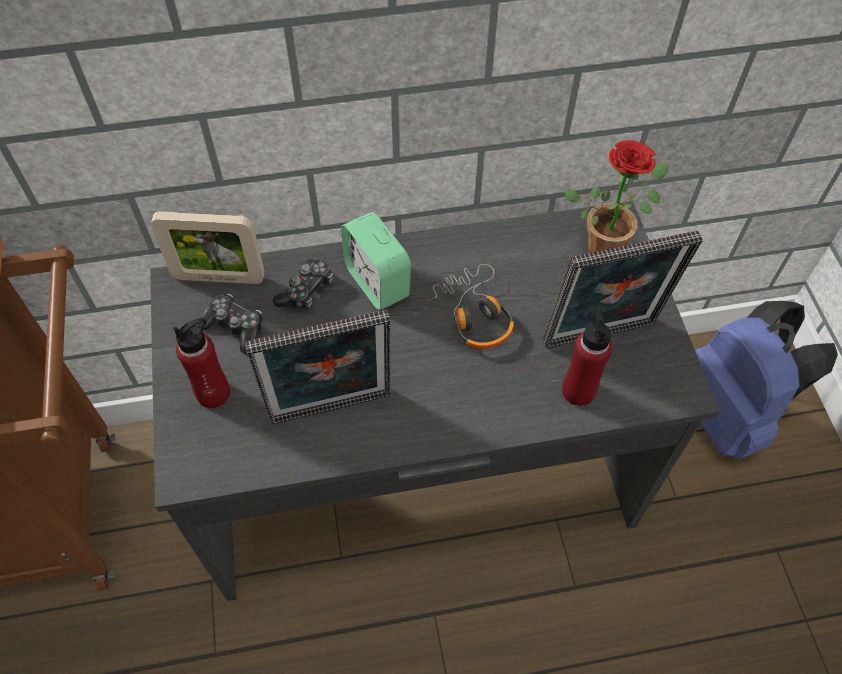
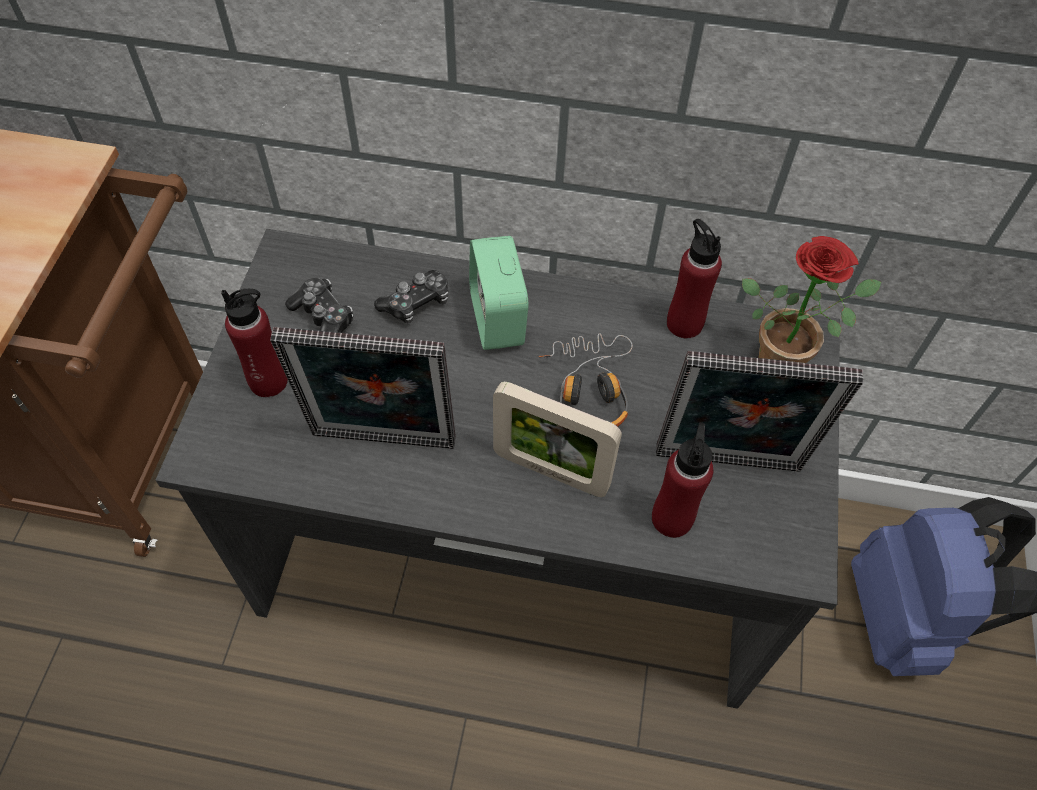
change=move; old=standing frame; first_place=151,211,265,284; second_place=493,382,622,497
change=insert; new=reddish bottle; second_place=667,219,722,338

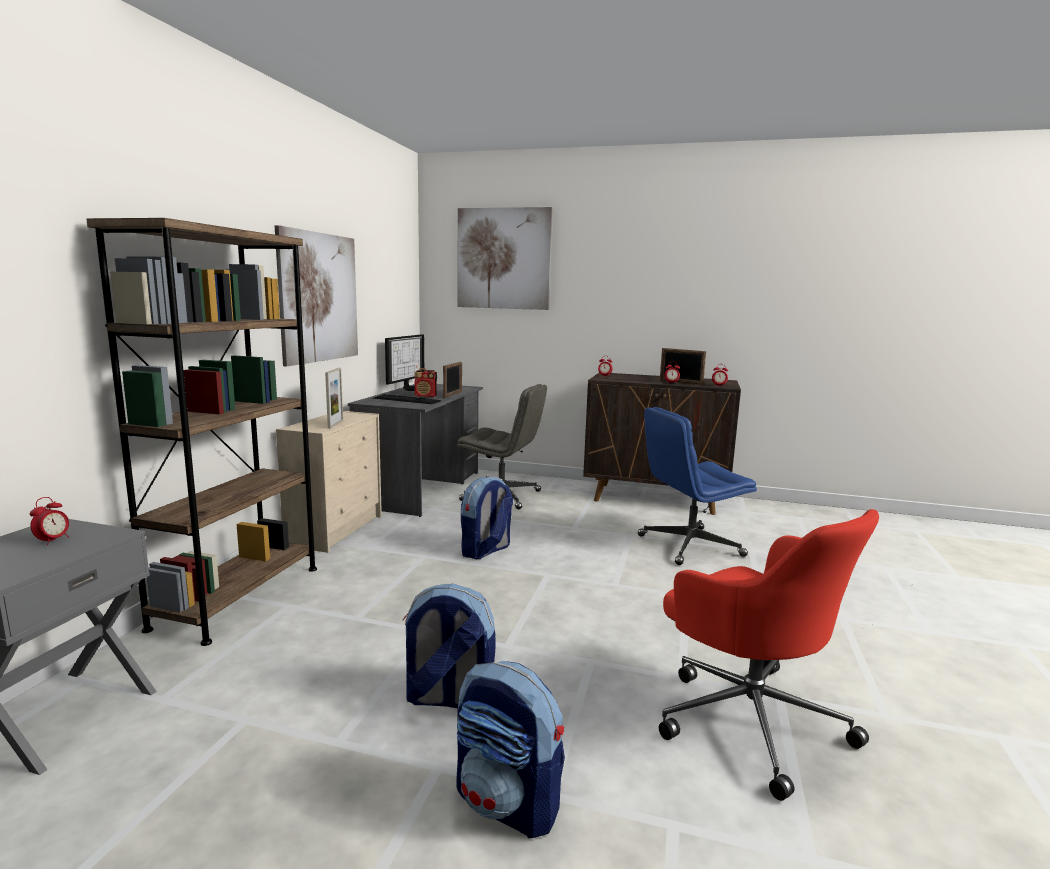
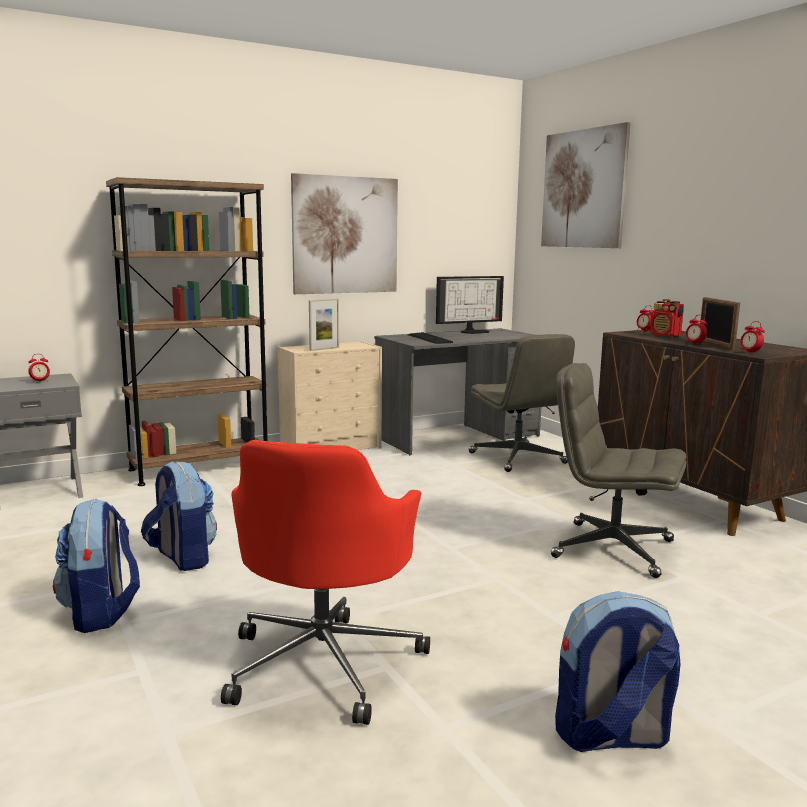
change=recolor; old=bluish desk chair; new=gray desk chair; first_place=637,407,757,565; second_place=551,363,686,578
change=move; old=rucksack; first_place=460,477,513,559; second_place=555,591,680,752
change=move; old=radio; first_place=415,368,437,397; second_place=650,299,684,337
change=delete; old=standing frame; first_place=443,362,462,398

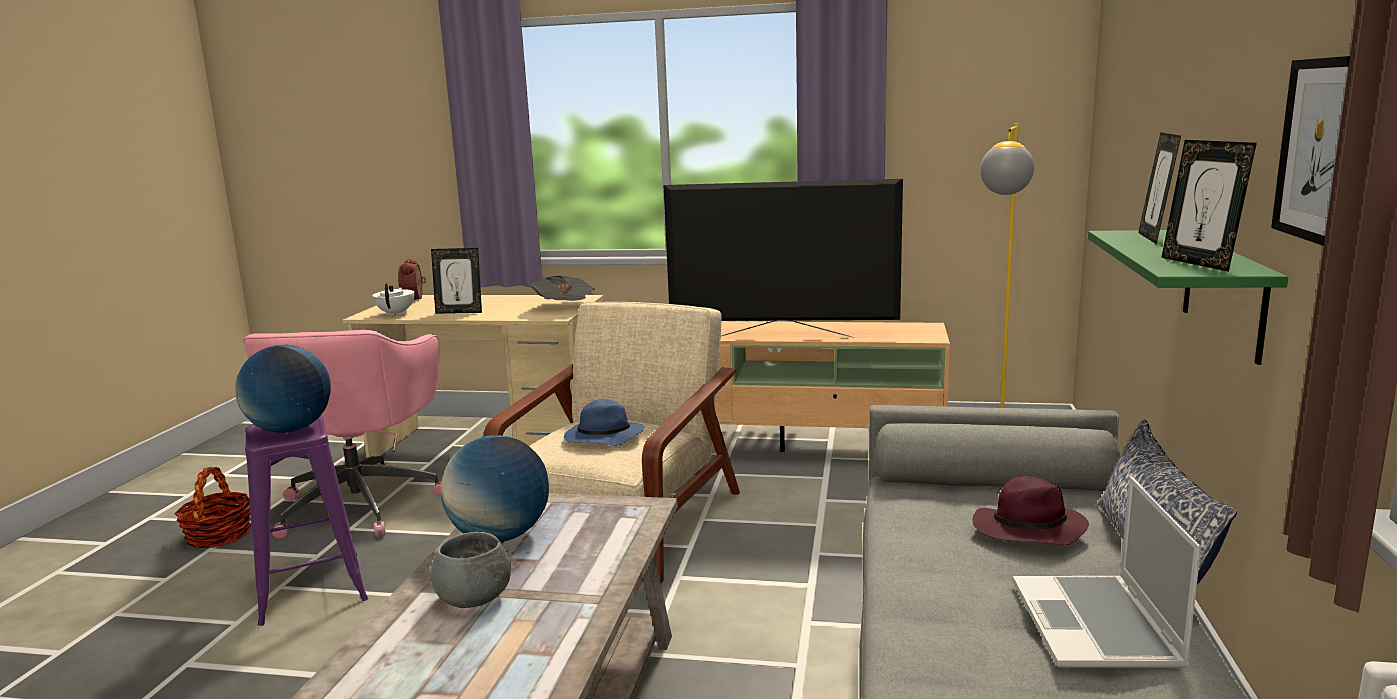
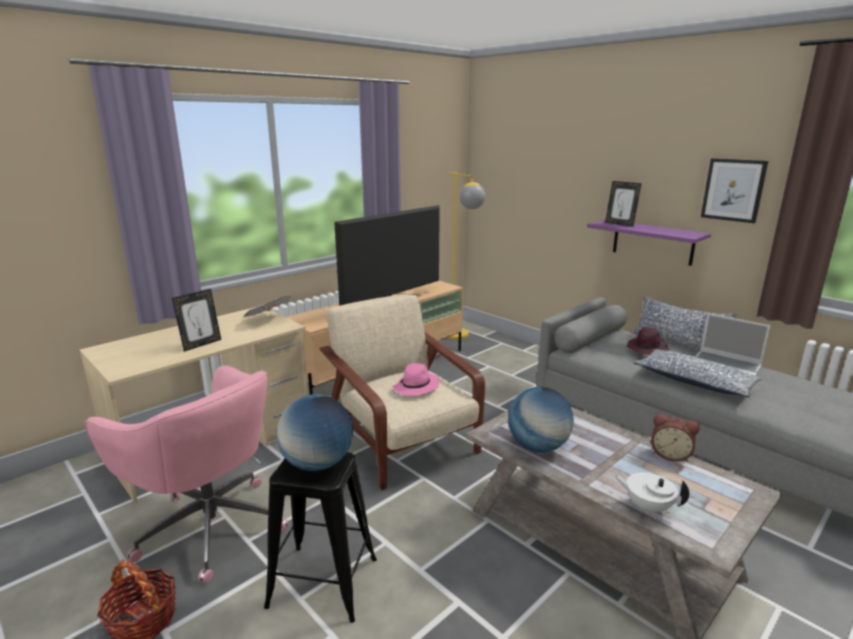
change=recolor; old=purple sitting stool; new=black-coloured sitting stool; first_place=245,415,368,626; second_place=264,452,377,623
change=recolor; old=bluish wearable hat; new=pinkish wearable hat; first_place=564,399,644,446; second_place=392,363,439,396
change=recolor; old=green-coloured shelf; new=purple shelf; first_place=1088,230,1288,365; second_place=587,220,711,266
change=move; old=white-coloured pot for tea; first_place=372,283,414,316; second_place=614,472,689,514
change=insert; new=cushion; second_place=633,349,762,398
change=move; old=table clock; first_place=398,258,426,300; second_place=651,414,700,462
change=delete; old=gray bowl; first_place=430,532,511,608
change=delete; old=standing frame; first_place=1161,140,1257,272

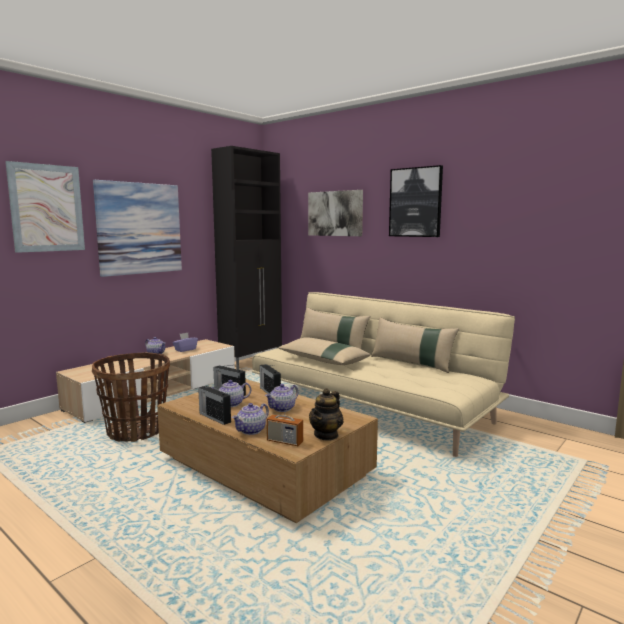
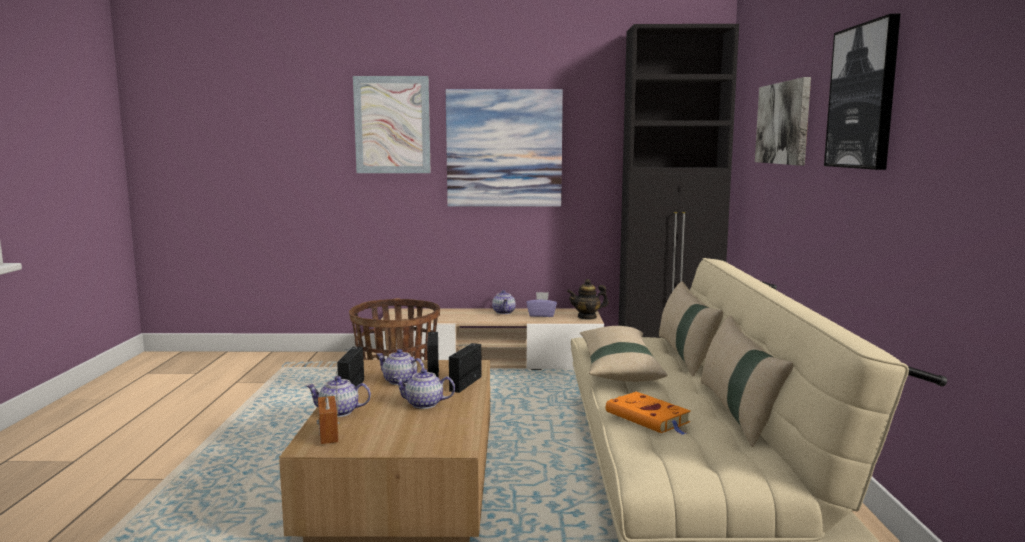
change=move; old=pot for tea; first_place=309,388,344,441; second_place=567,279,608,320
change=insert; new=orange-coloured book; second_place=606,391,691,435

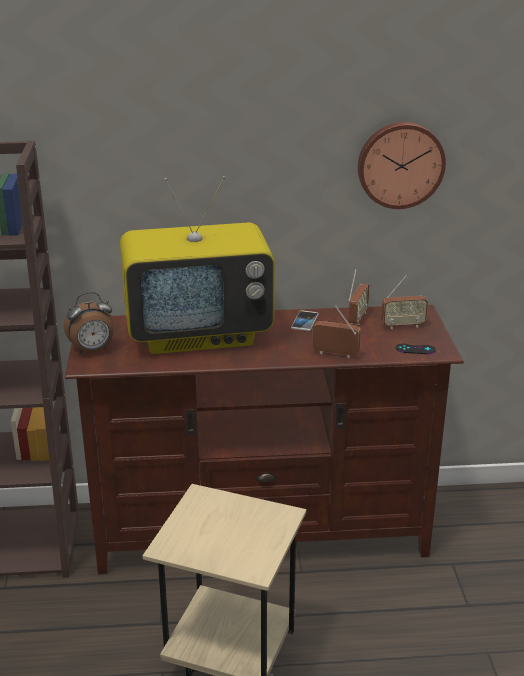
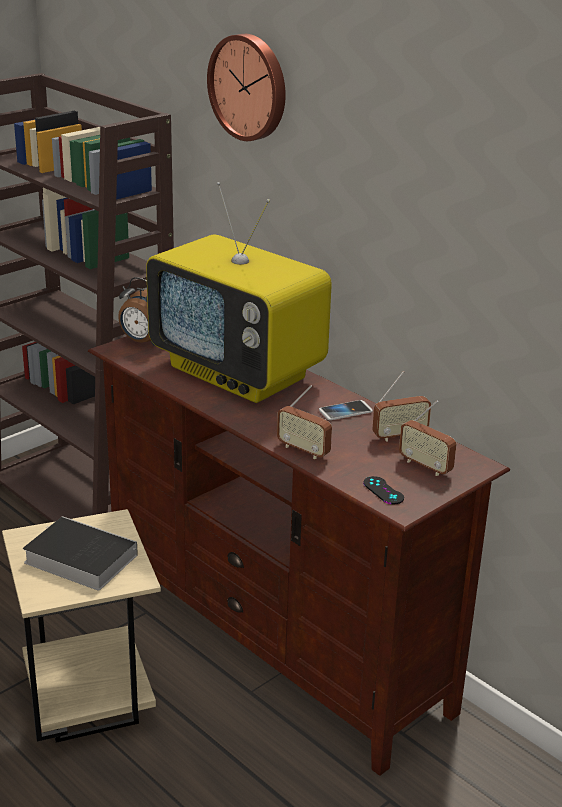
change=insert; new=book; second_place=23,516,138,590
change=move; old=hanging clock; first_place=358,122,446,209; second_place=207,34,286,141
change=rotate; old=radio; first_place=312,305,361,358; second_place=277,385,332,459; degrees=150

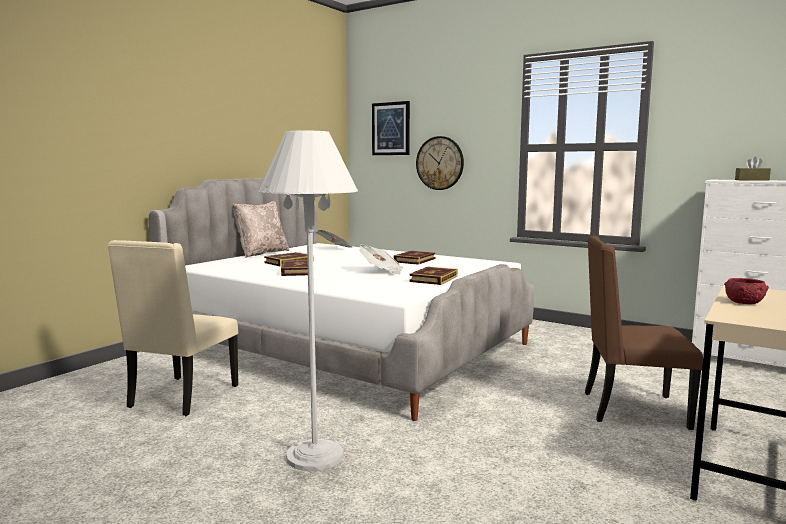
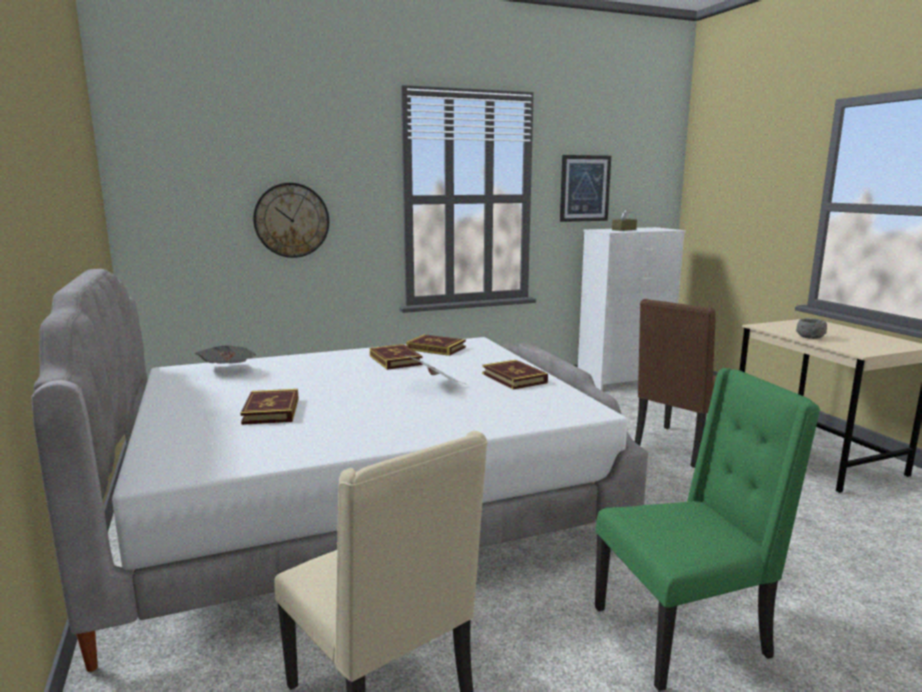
change=move; old=book; first_place=281,260,308,276; second_place=406,335,466,356
change=move; old=wall picture; first_place=372,101,410,155; second_place=560,155,611,222
change=replace; old=white-coloured floor lamp; new=green-coloured chair; first_place=258,131,358,471; second_place=595,368,820,691
change=recolor; old=reddish bowl; new=gray bowl; first_place=724,278,769,304; second_place=796,318,827,339
change=delete; old=sand-coloured cushion; first_place=233,201,289,258

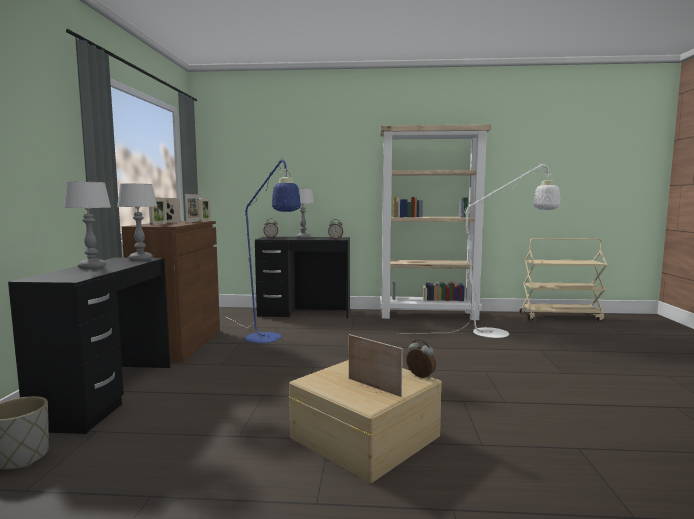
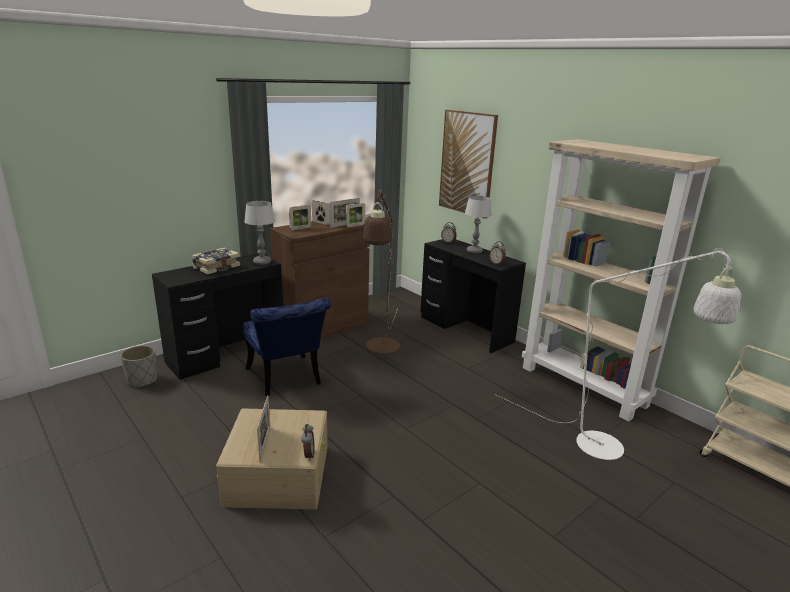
change=replace; old=tabletop lamp; new=book; first_place=63,182,111,269; second_place=191,247,240,275
change=insert; new=bluish chair; second_place=242,298,331,396
change=recolor; old=bluish floor lamp; new=brown-coloured floor lamp; first_place=226,158,301,343; second_place=363,189,400,354
change=insert; new=wall picture; second_place=439,110,498,219

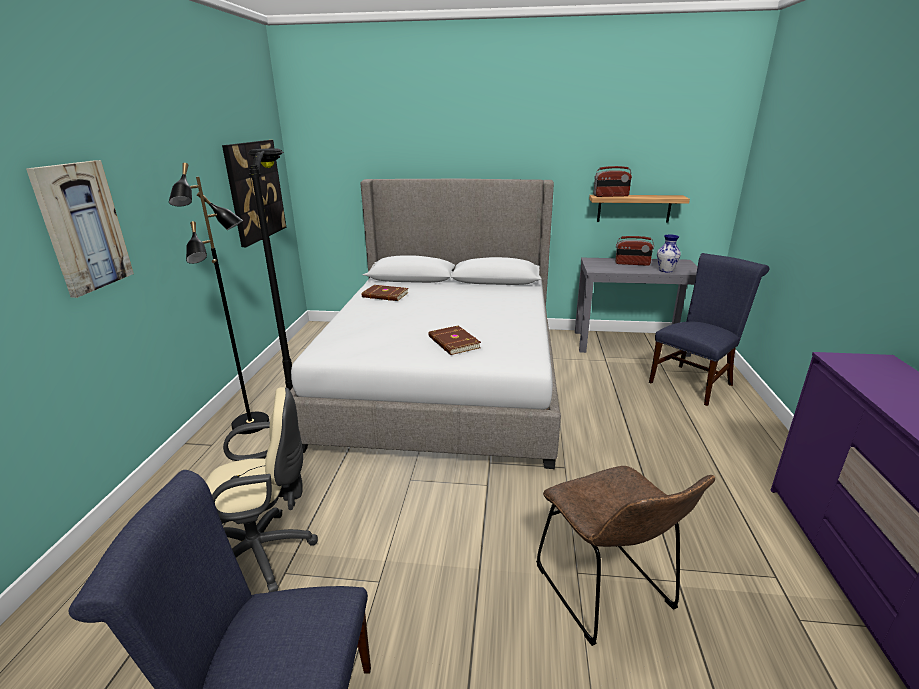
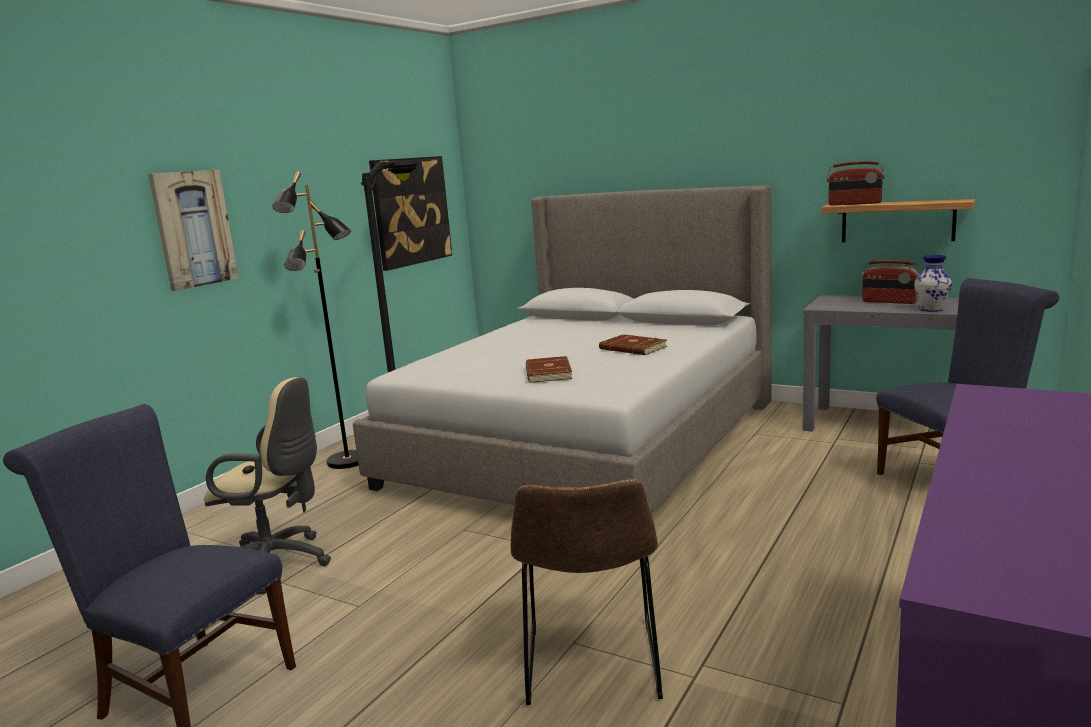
change=move; old=brown-coloured book; first_place=362,285,409,301; second_place=599,334,667,355

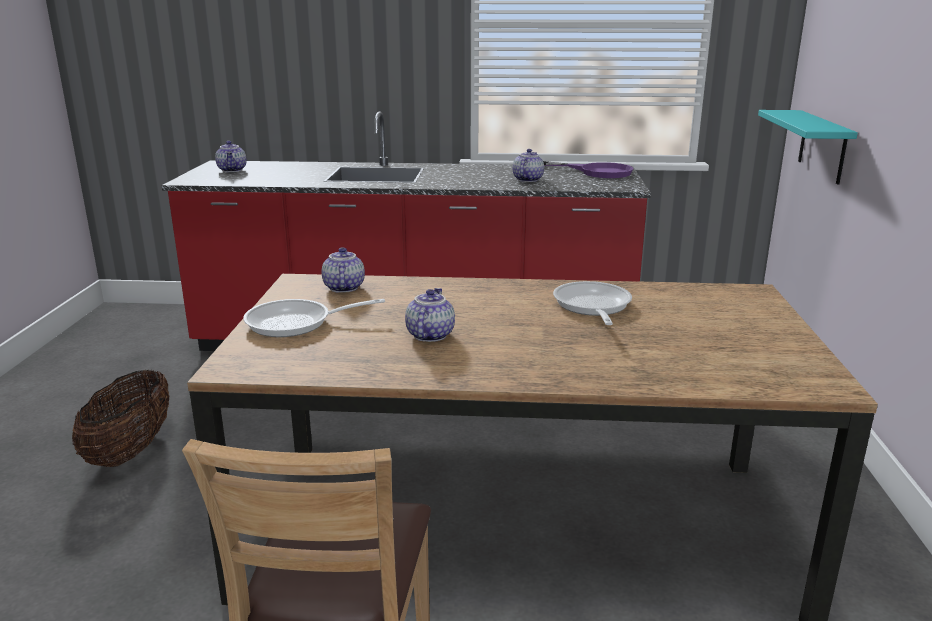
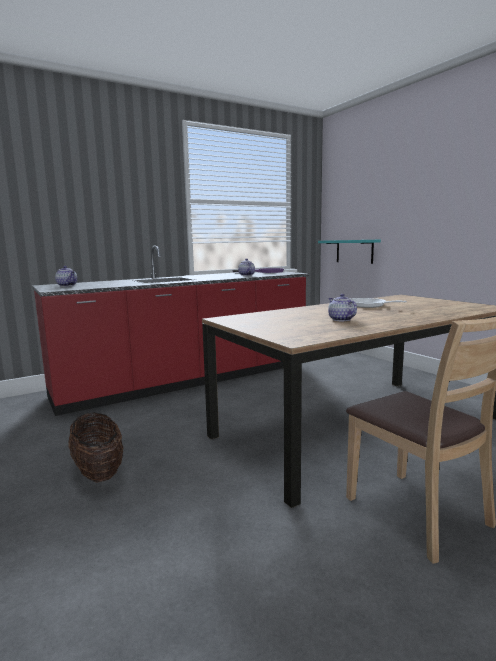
change=delete; old=frying pan; first_place=243,299,385,337
change=delete; old=pot for tea; first_place=322,247,365,293

